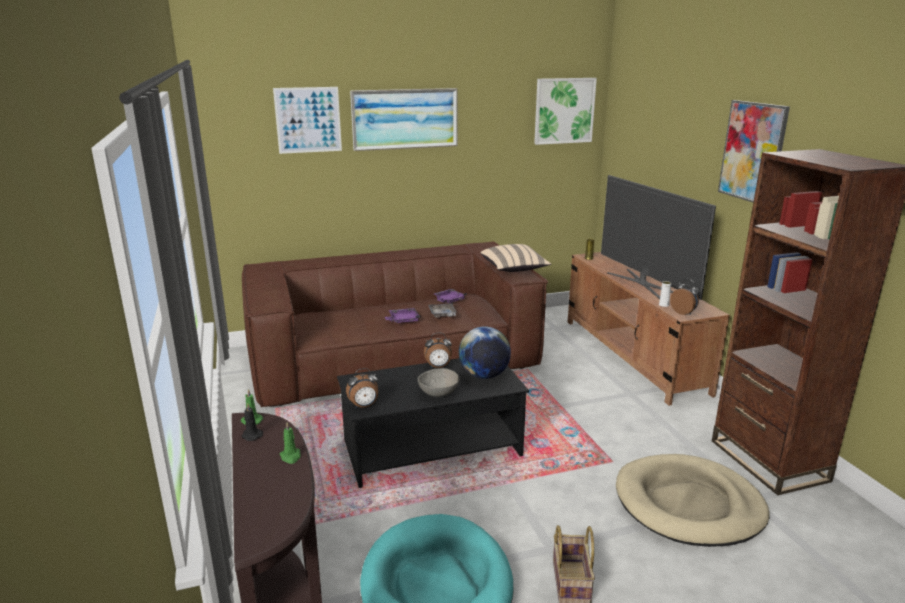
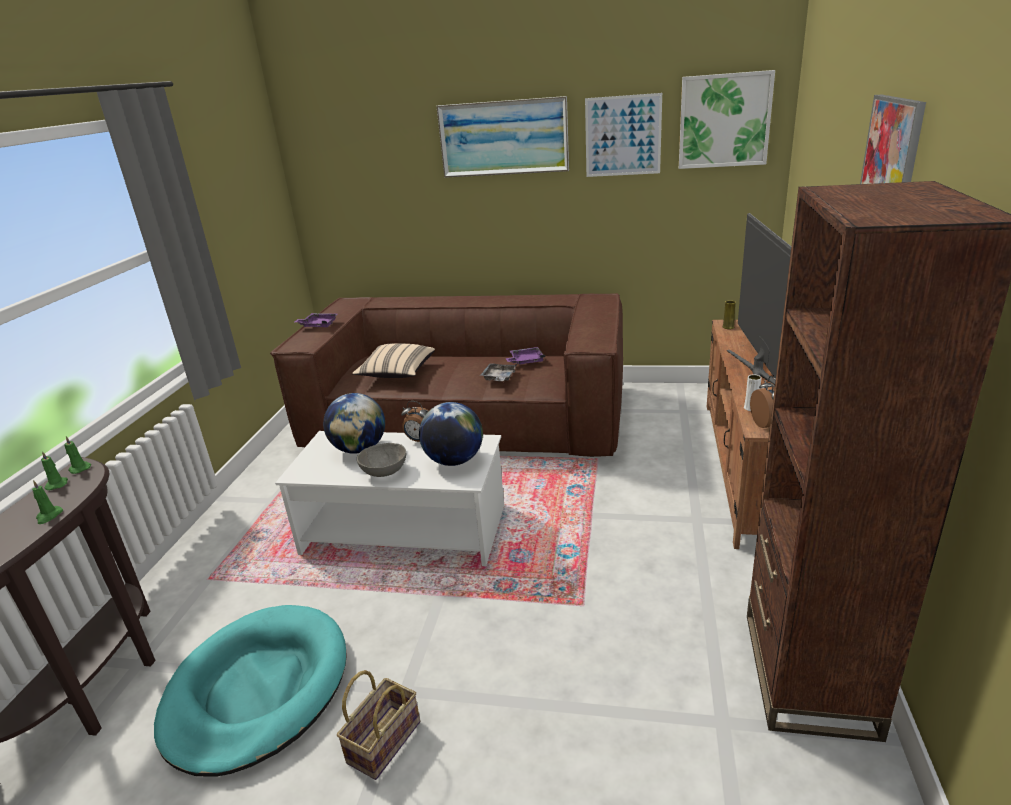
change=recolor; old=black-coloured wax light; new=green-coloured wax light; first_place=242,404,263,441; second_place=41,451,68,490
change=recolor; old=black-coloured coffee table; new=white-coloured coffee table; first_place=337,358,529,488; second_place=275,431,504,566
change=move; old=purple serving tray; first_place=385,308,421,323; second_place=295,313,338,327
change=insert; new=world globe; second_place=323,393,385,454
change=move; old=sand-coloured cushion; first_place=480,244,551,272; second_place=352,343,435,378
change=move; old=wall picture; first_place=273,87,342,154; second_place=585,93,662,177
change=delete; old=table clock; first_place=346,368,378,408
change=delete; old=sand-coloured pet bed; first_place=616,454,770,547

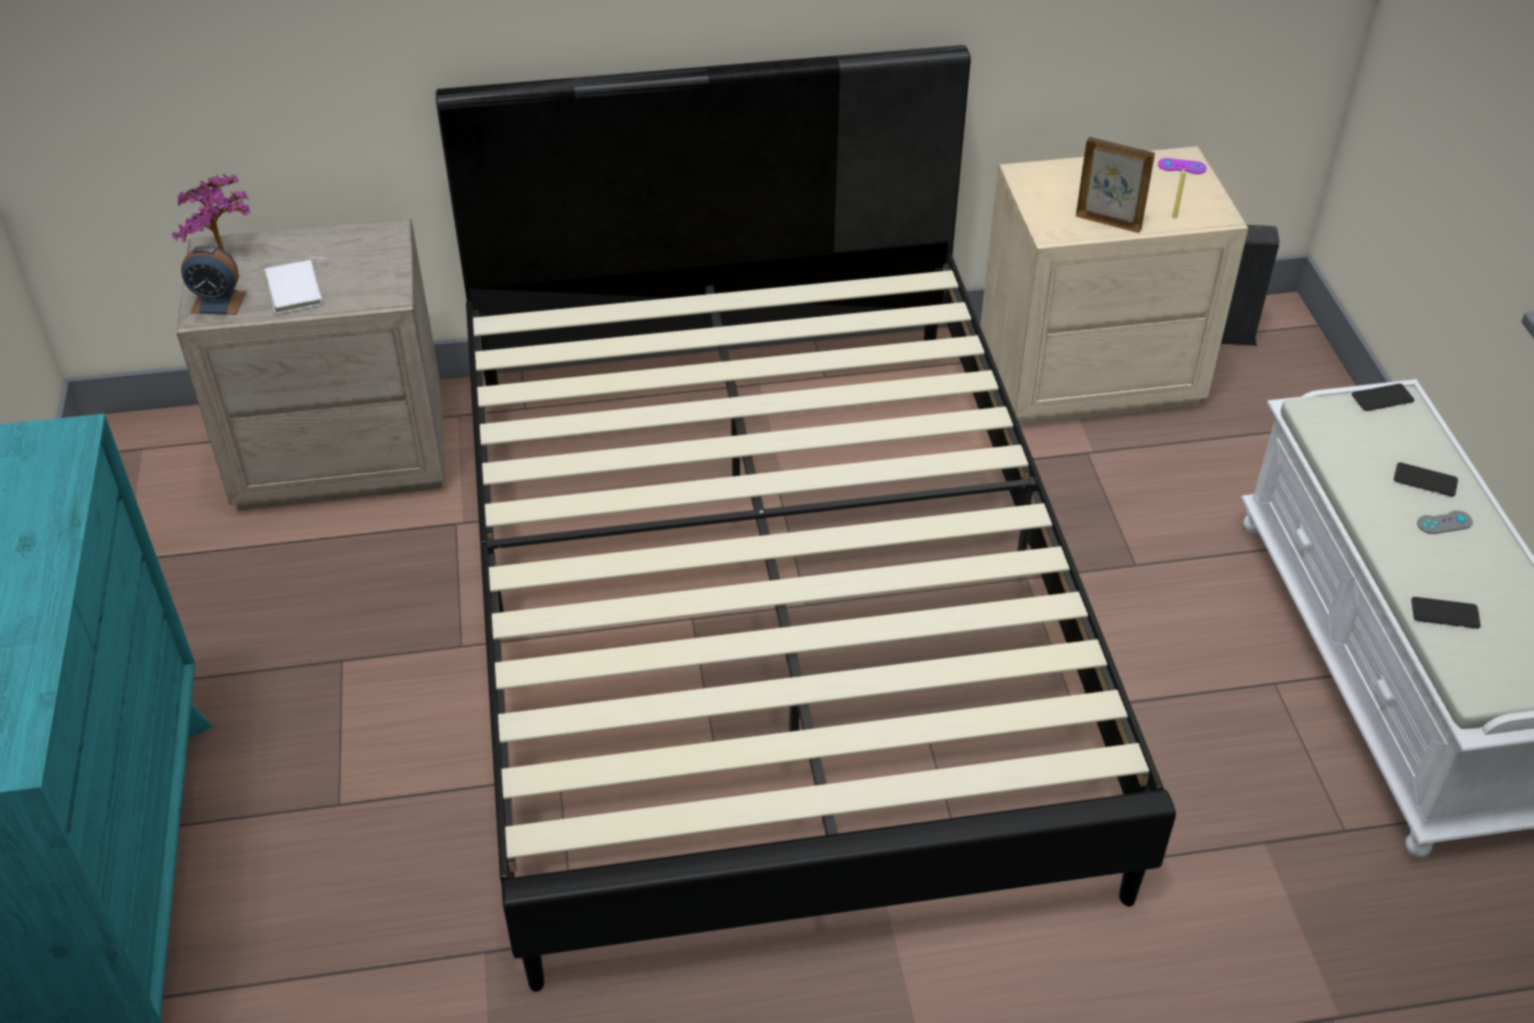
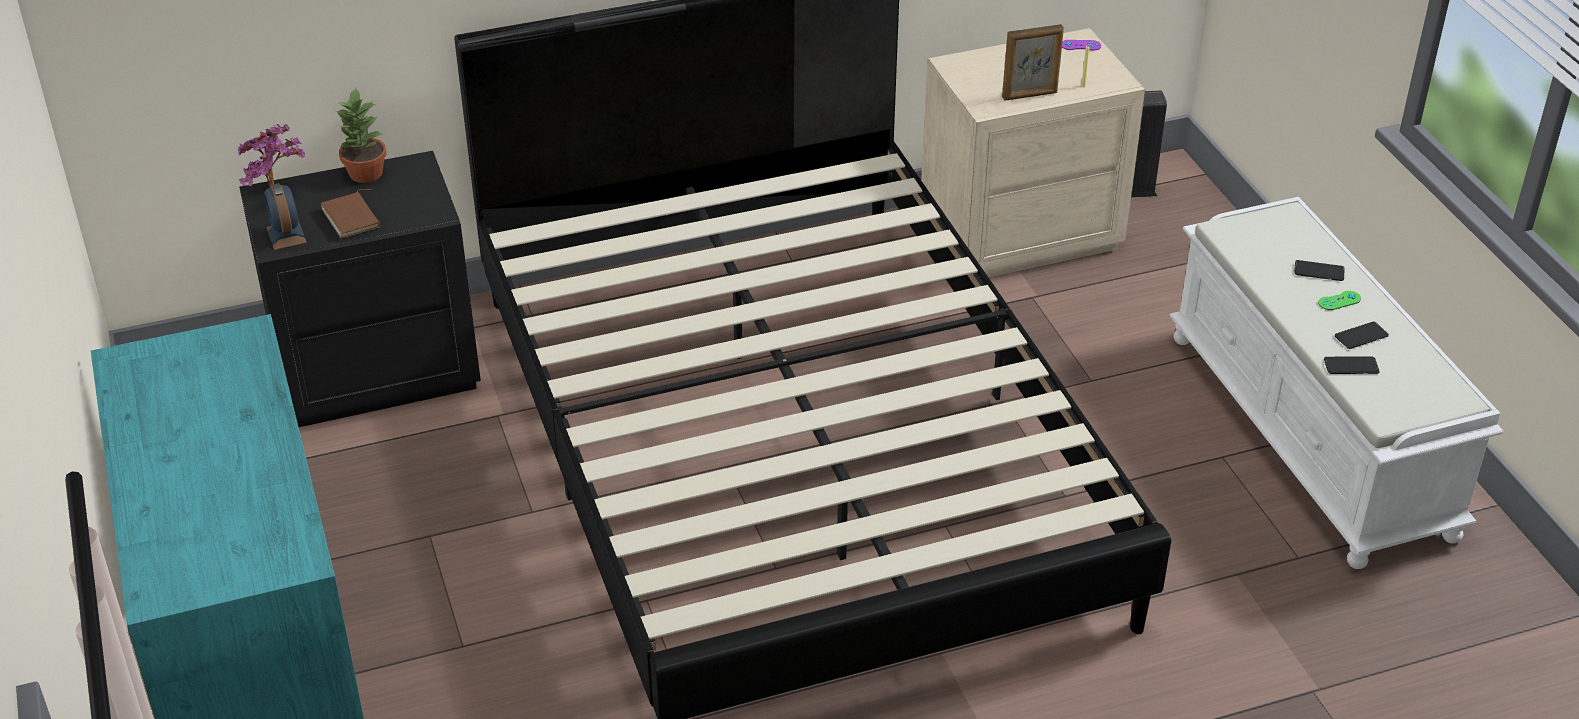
change=recolor; old=sand-coloured bedside table; new=black-coloured bedside table; first_place=177,219,445,511; second_place=239,151,481,427
change=rotate; old=table clock; first_place=181,246,246,315; second_place=264,183,307,250; degrees=75
change=recolor; old=white-coloured book; new=brown-coloured book; first_place=265,257,327,314; second_place=320,189,380,239
change=insert; new=houseplant; second_place=336,88,386,183
change=rotate; old=standing frame; first_place=1076,137,1155,233; second_place=1002,24,1064,101; degrees=150
change=recolor; old=gray game controller; new=green-coloured game controller; first_place=1417,510,1473,534; second_place=1318,291,1361,310
change=move; old=handset; first_place=1352,384,1414,411; second_place=1335,322,1389,349

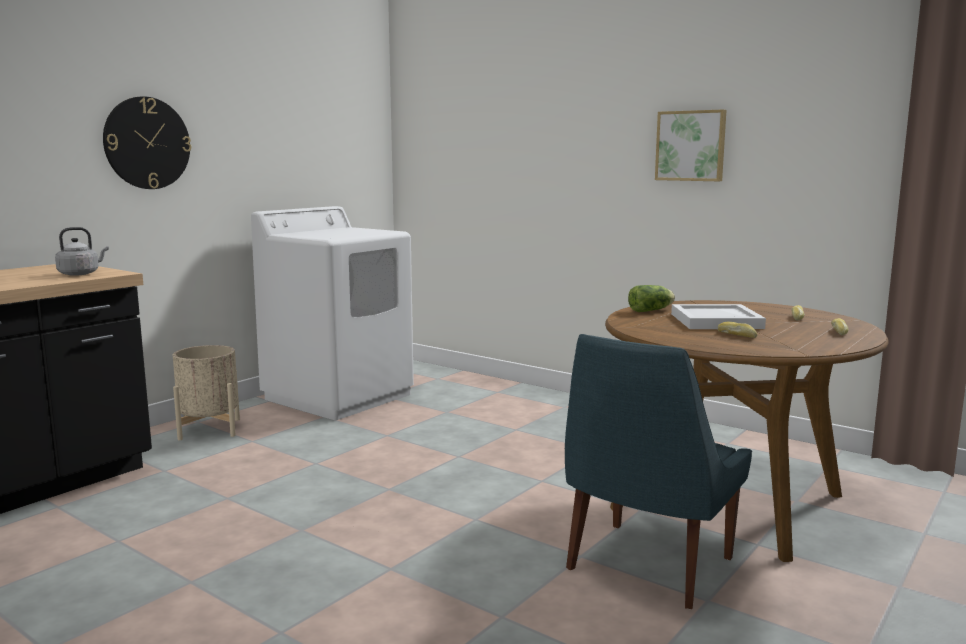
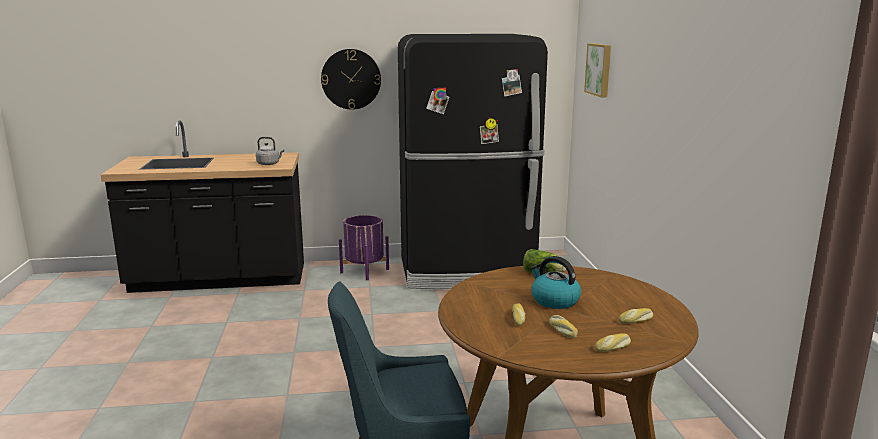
change=recolor; old=sand-coloured plant pot; new=purple plant pot; first_place=173,345,240,441; second_place=339,215,389,280
change=replace; old=white-coloured laundry appliance; new=black-coloured kitchen fridge; first_place=251,206,414,420; second_place=398,34,548,289
change=replace; old=white-coloured serving tray; new=kettle; first_place=671,304,766,329; second_place=530,256,581,309
change=insert; new=bakery bread; second_place=549,315,578,338
change=move; old=wall picture; first_place=655,109,727,181; second_place=584,43,611,97

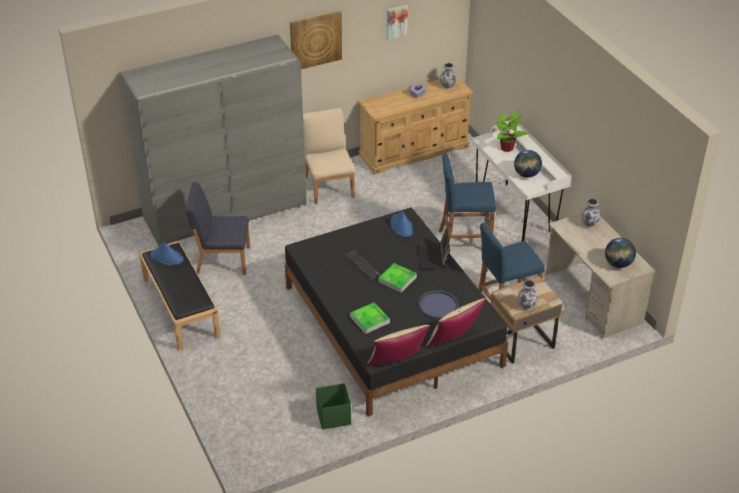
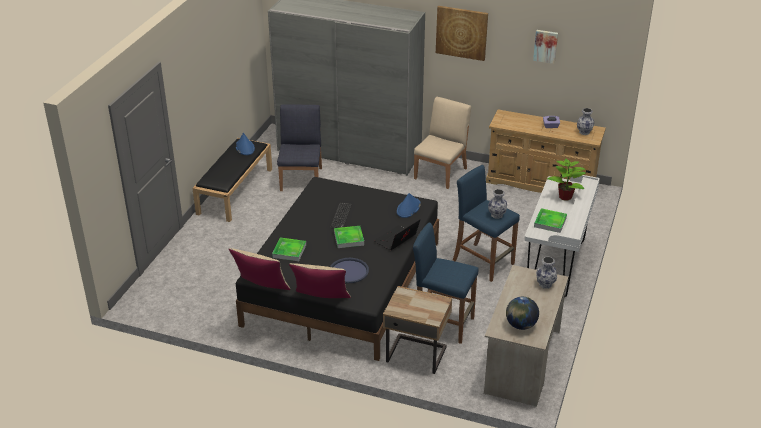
change=rotate; old=bluish chair; first_place=186,182,250,275; second_place=277,104,322,191; degrees=45
change=move; old=decorative vase; first_place=517,280,538,311; second_place=488,189,507,219
change=replace; old=world globe; new=serving tray; first_place=514,150,542,178; second_place=534,208,567,233
change=delete; old=green-coloured storage container; first_place=316,383,351,430

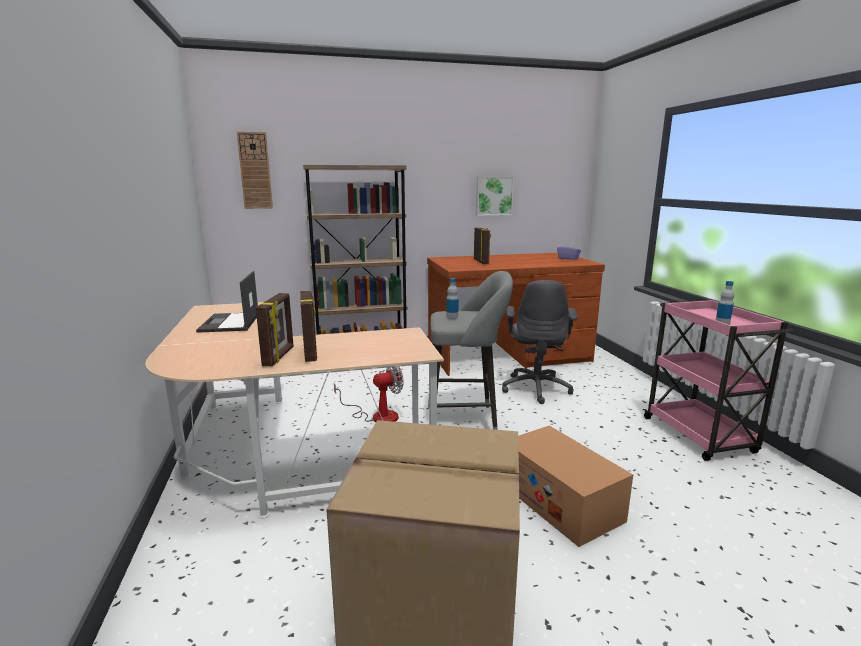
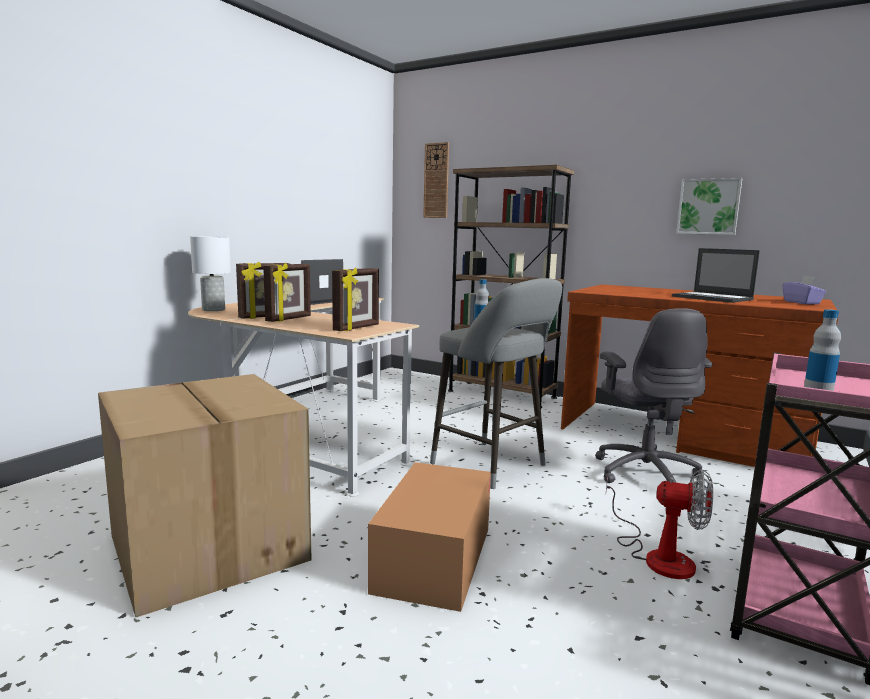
change=insert; new=white-coloured tabletop lamp; second_place=190,236,231,311
change=move; old=standing frame; first_place=474,227,491,264; second_place=332,267,379,331
change=rotate; old=gray desk chair; first_place=502,280,578,404; second_place=595,308,712,483; degrees=-60
change=move; old=electric fan; first_place=334,367,404,422; second_place=606,469,713,579
change=insert; new=notebook computer; second_place=672,248,760,303

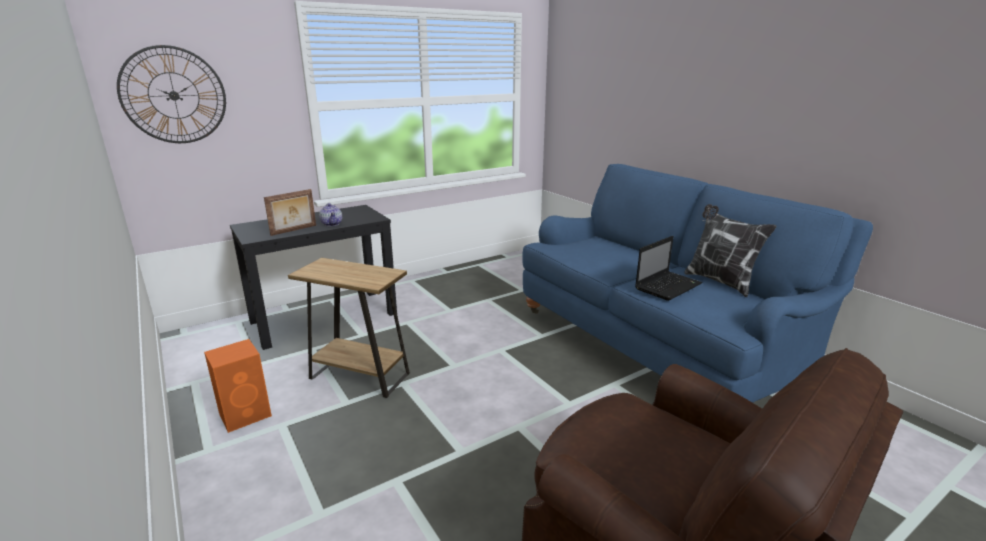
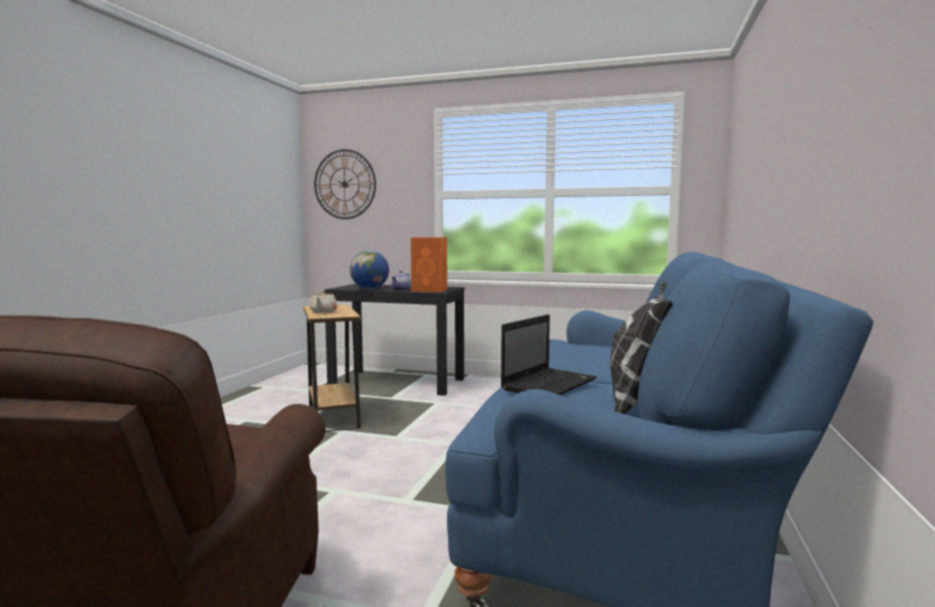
change=insert; new=sand-coloured pot for tea; second_place=309,290,337,313
change=replace; old=standing frame; new=world globe; first_place=264,189,316,236; second_place=350,250,389,289
change=move; old=orange-coloured audio speaker; first_place=204,339,272,433; second_place=411,237,447,292
change=rotate; old=notebook computer; first_place=635,236,703,301; second_place=501,314,597,395; degrees=-60

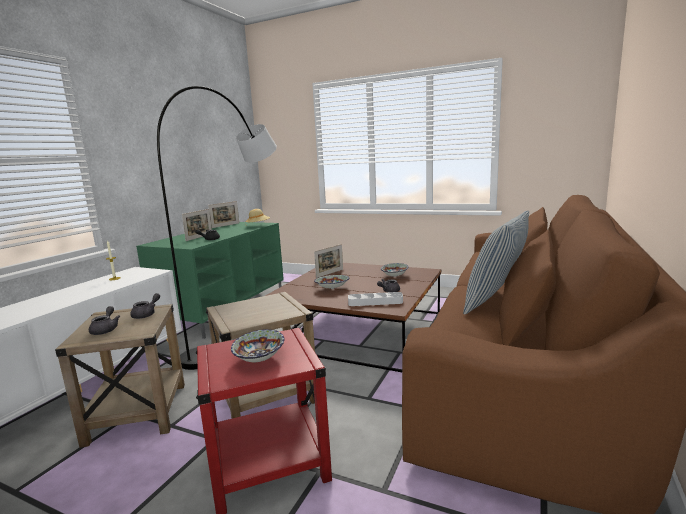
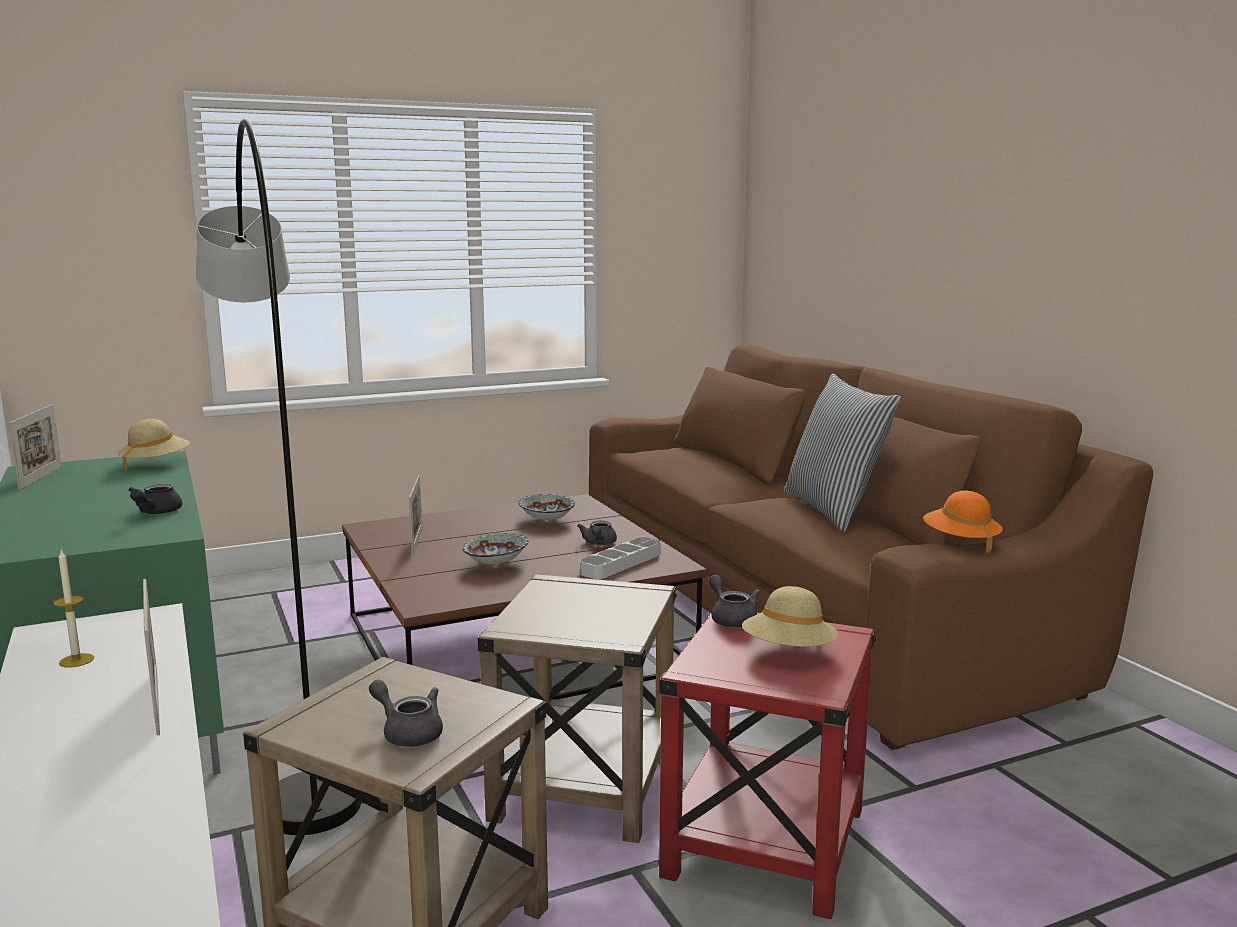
change=move; old=standing frame; first_place=182,209,212,241; second_place=143,579,160,736
change=move; old=gray pot for tea; first_place=131,293,160,319; second_place=709,575,761,628
change=replace; old=bowl; new=sand-coloured wearable hat; first_place=231,329,284,362; second_place=742,586,838,647
change=insert; new=orange-coloured wearable hat; second_place=923,491,1003,553

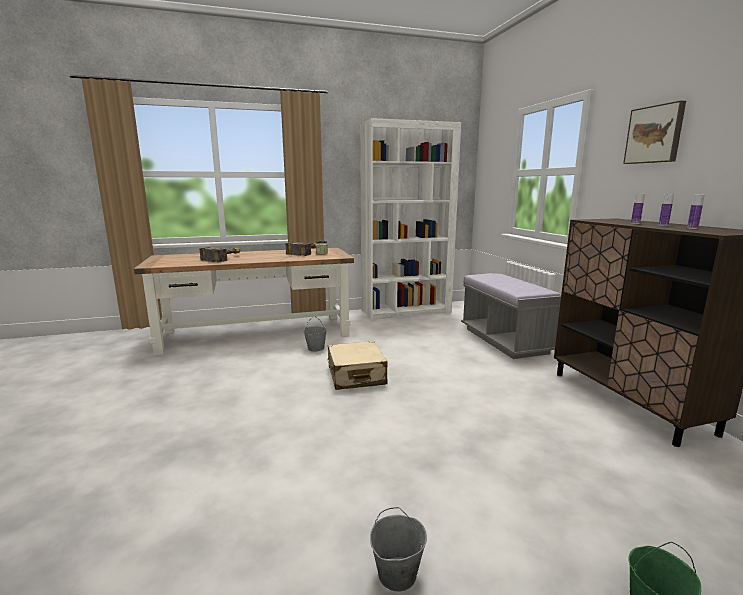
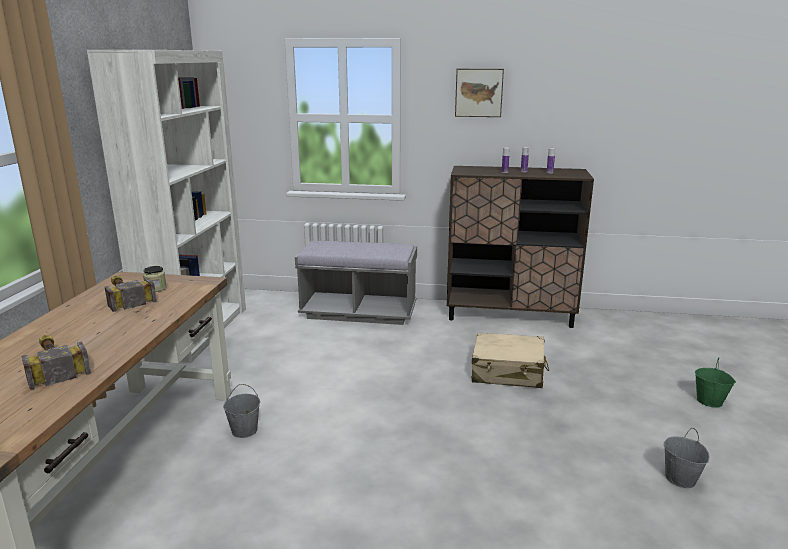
change=move; old=sand-coloured travel case; first_place=327,341,388,390; second_place=472,333,549,388

